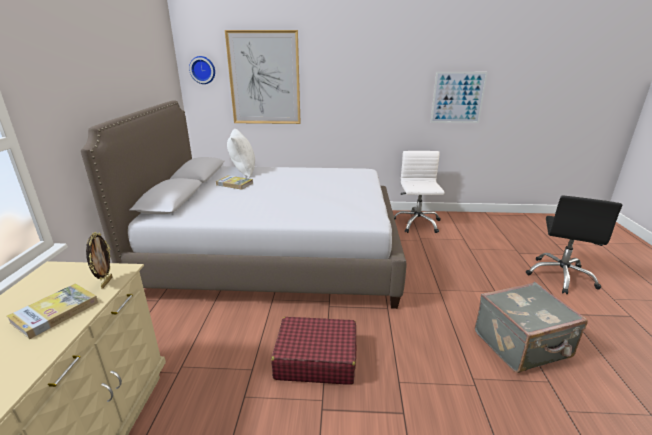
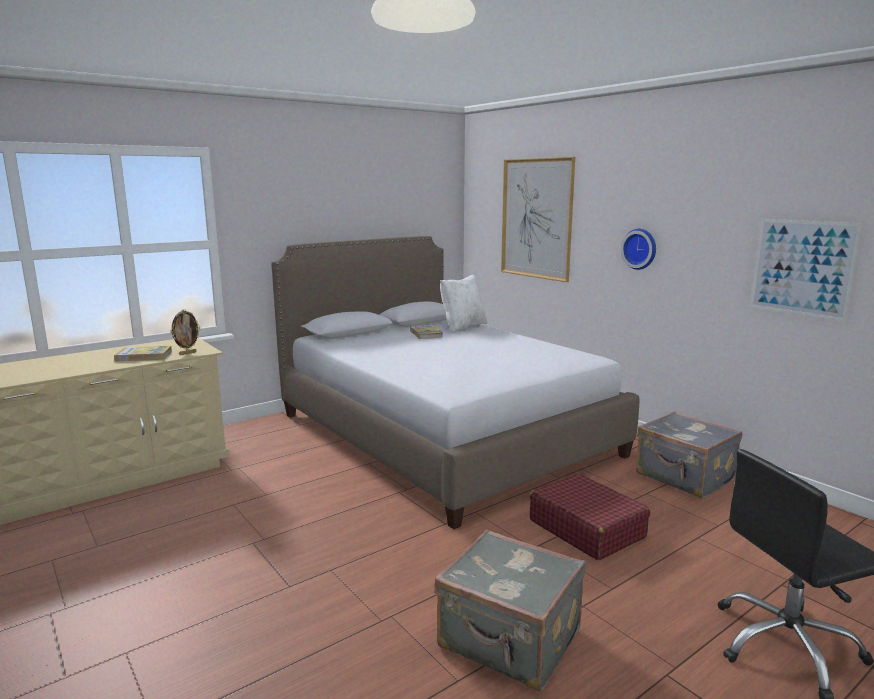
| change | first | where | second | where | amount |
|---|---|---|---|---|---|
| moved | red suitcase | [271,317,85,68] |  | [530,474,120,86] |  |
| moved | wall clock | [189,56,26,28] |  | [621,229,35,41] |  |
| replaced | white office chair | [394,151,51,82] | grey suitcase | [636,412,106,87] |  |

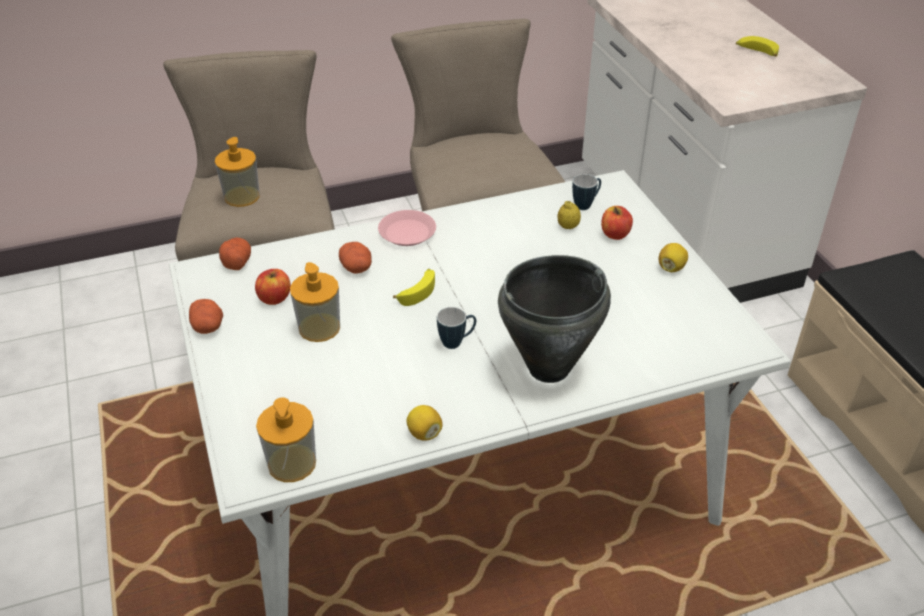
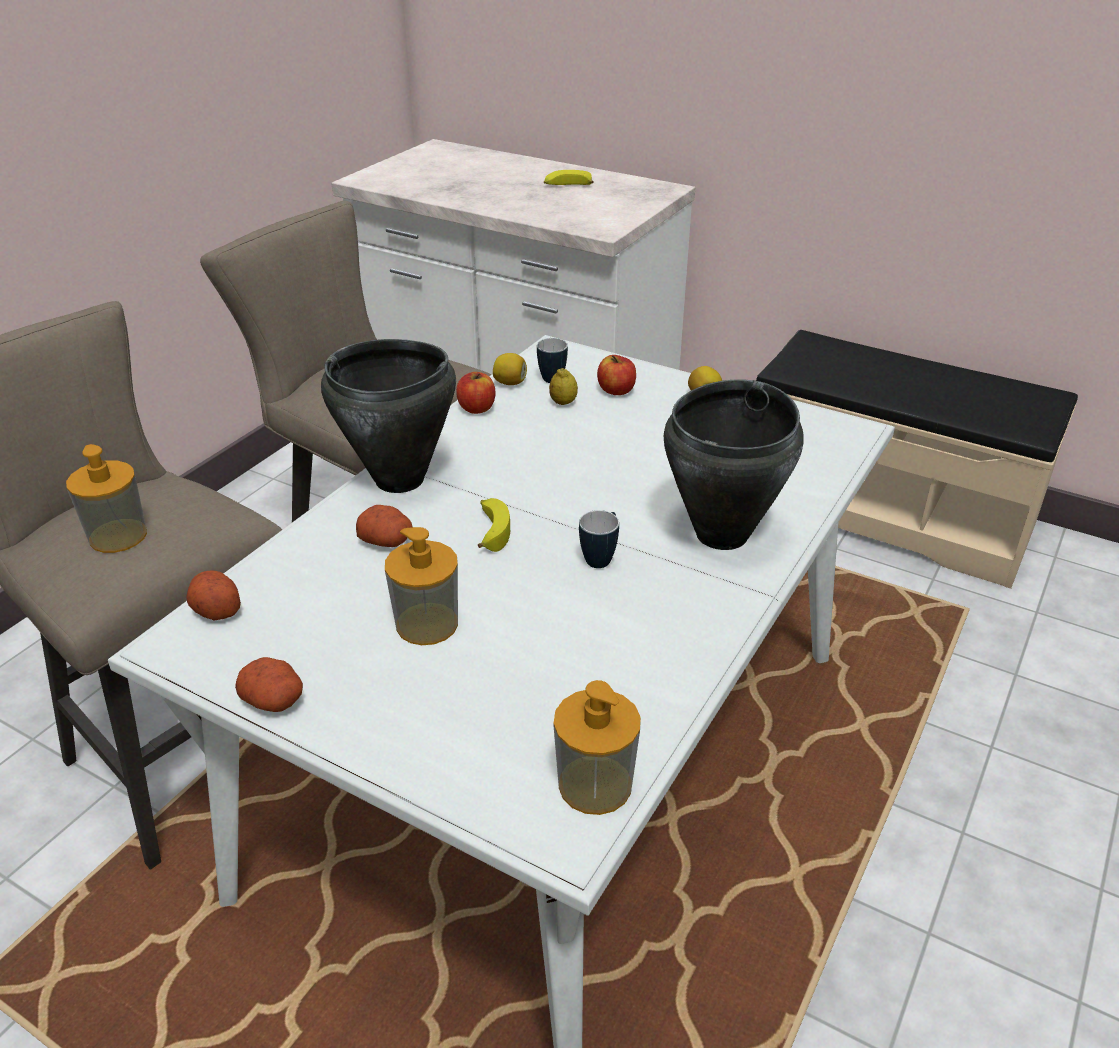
| change | first | where | second | where | amount |
|---|---|---|---|---|---|
| replaced | pink plate | [378,210,58,36] | black cooking pot | [321,339,135,154] |  |
| moved | apple | [255,269,36,36] |  | [456,372,40,42] |  |
| moved | lemon | [407,405,35,36] |  | [493,353,34,32] |  |

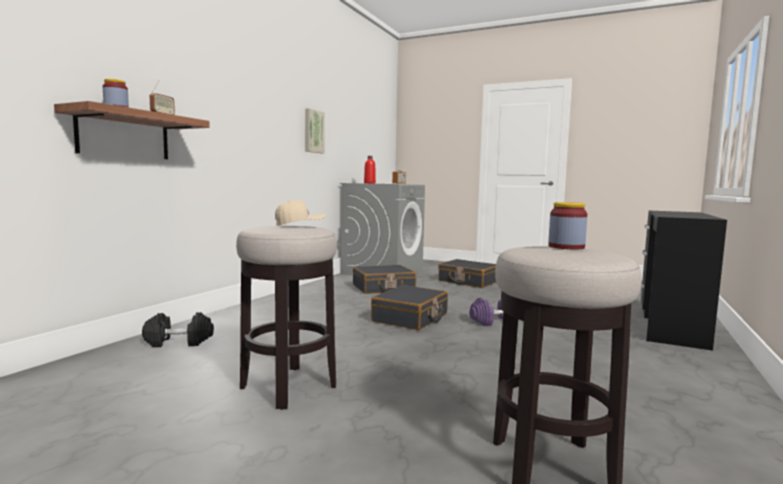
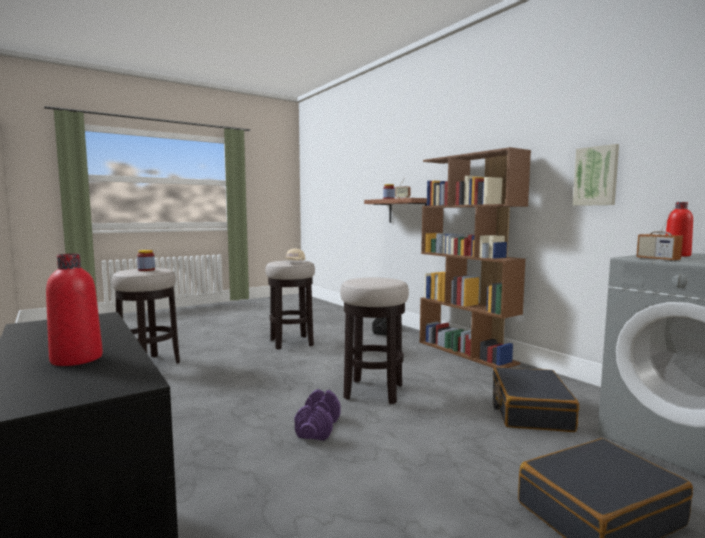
| change | first | where | second | where | amount |
|---|---|---|---|---|---|
| added |  |  | red bottle | [46,254,57,112] |  |
| replaced | black suitcase | [371,285,77,45] | stool | [340,278,69,126] |  |
| added |  |  | brown bookcase | [420,147,111,221] |  |

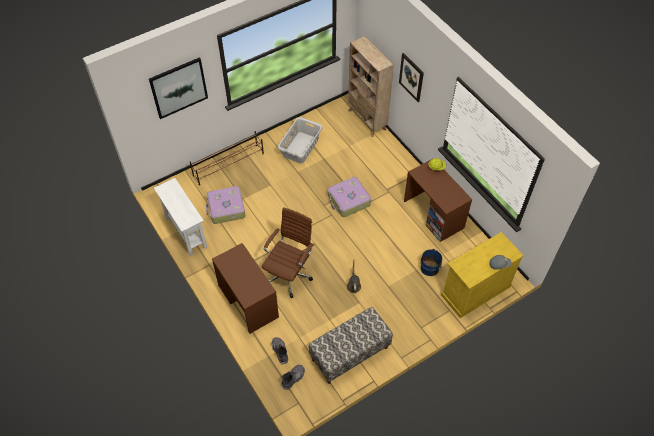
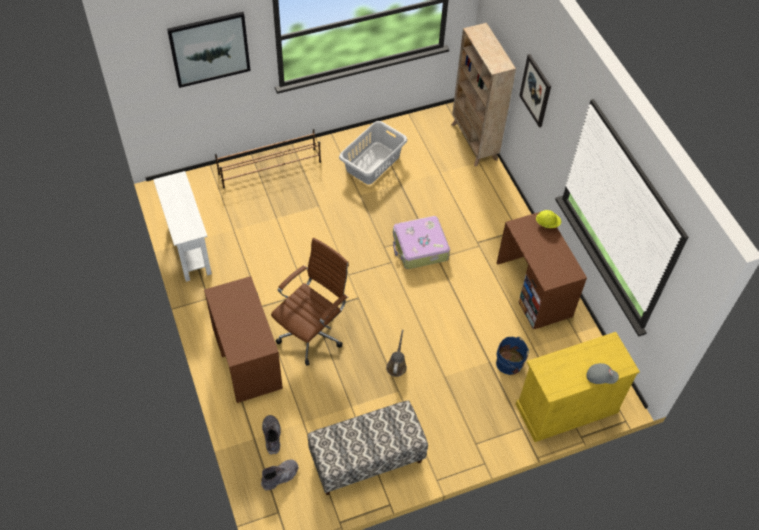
| change | first | where | second | where | amount |
|---|---|---|---|---|---|
| removed | suitcase | [206,186,40,38] |  |  |  |

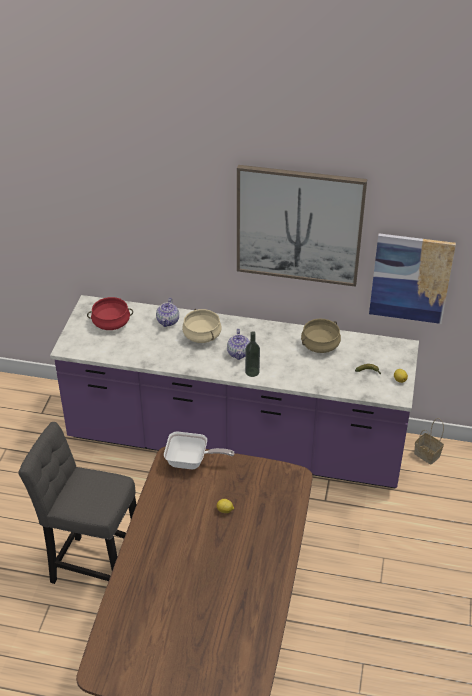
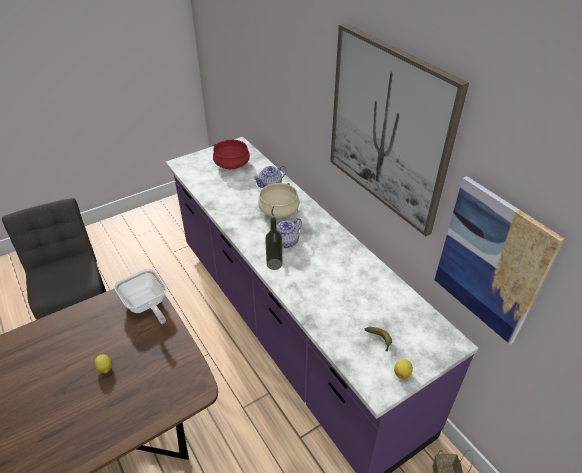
| change | first | where | second | where | amount |
|---|---|---|---|---|---|
| removed | beige cooking pot | [301,318,40,35] |  |  |  |

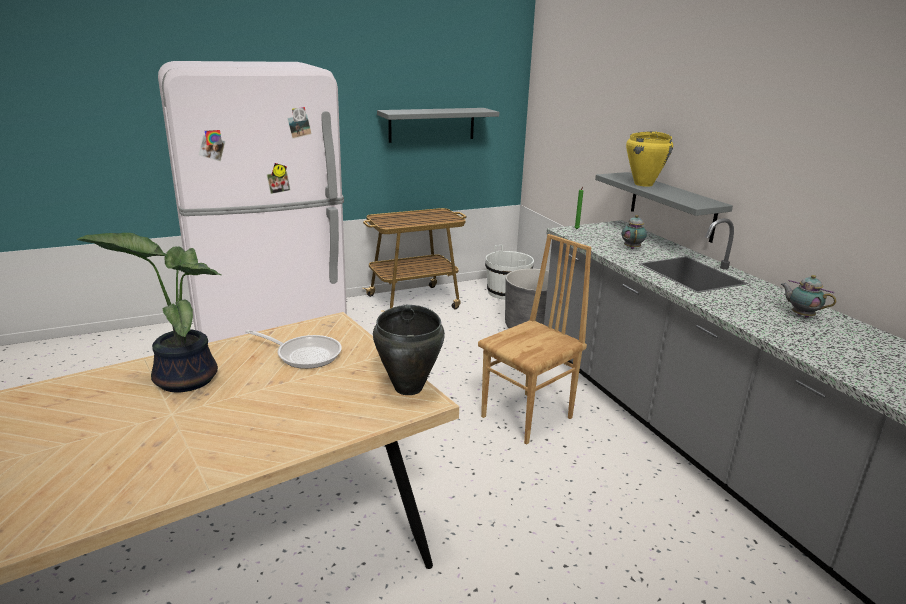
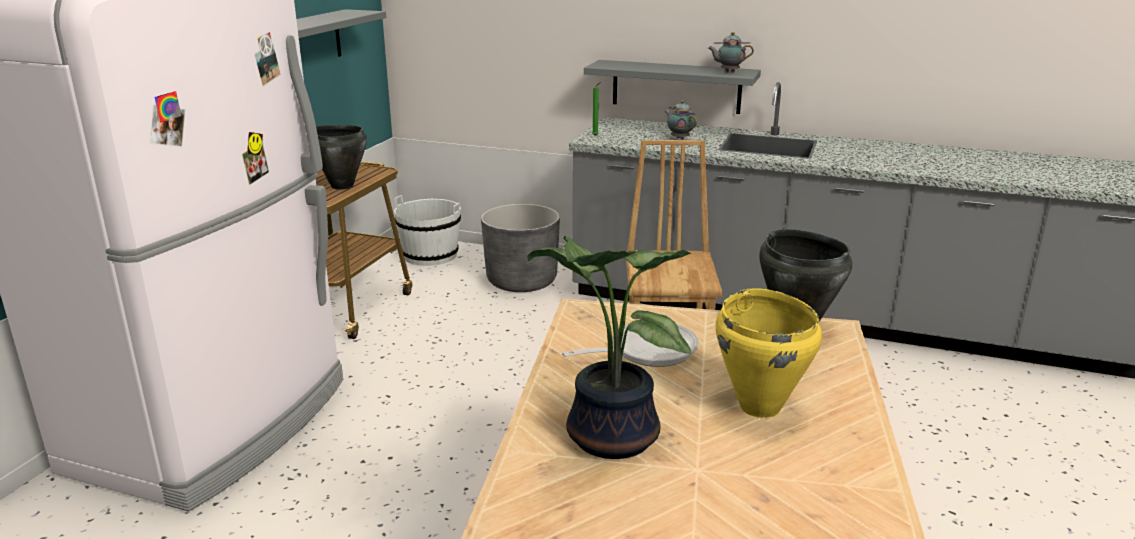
| change | first | where | second | where | amount |
|---|---|---|---|---|---|
| added |  |  | black cooking pot | [316,125,51,65] |  |
| moved | teapot | [781,275,55,43] |  | [708,32,46,40] |  |
| moved | yellow cooking pot | [626,131,47,56] |  | [716,288,106,130] |  |

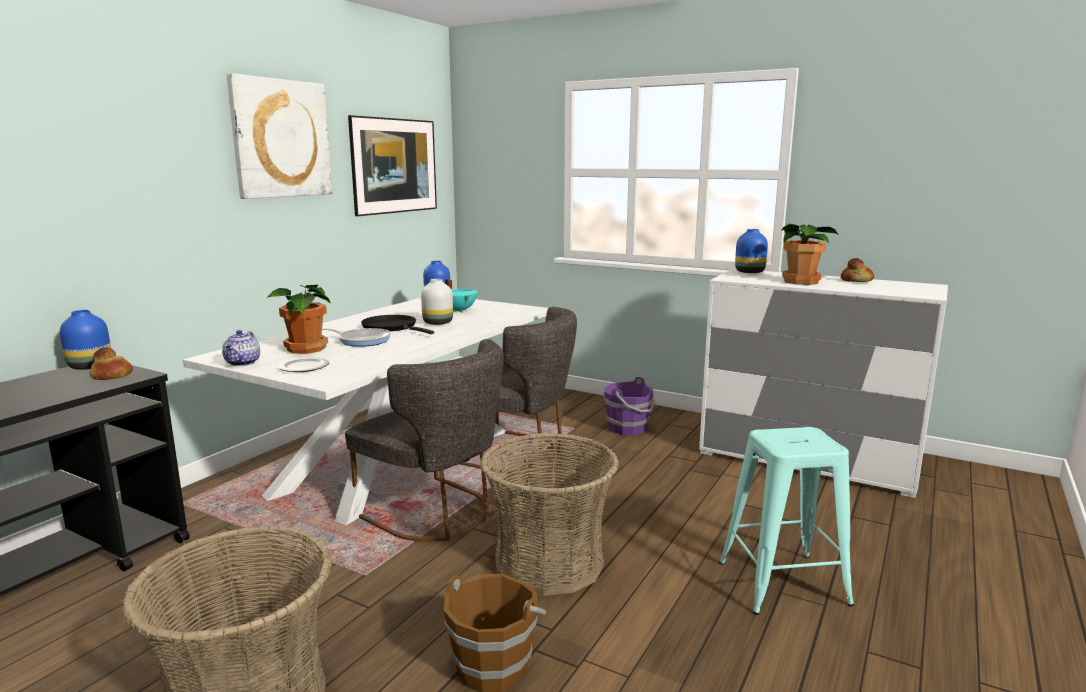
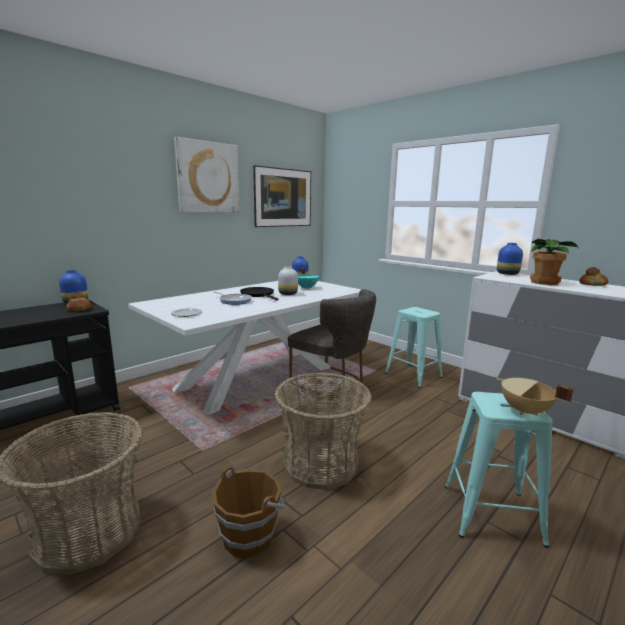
| change | first | where | second | where | amount |
|---|---|---|---|---|---|
| replaced | purple bucket | [604,377,51,59] | turquoise stool | [385,307,58,81] |  |
| added |  |  | beige cooking pot | [497,378,77,38] |  |
| removed | teapot | [222,330,38,36] |  |  |  |
| removed | potted plant | [266,285,64,69] |  |  |  |
| removed | grey chair | [345,339,159,203] |  |  |  |

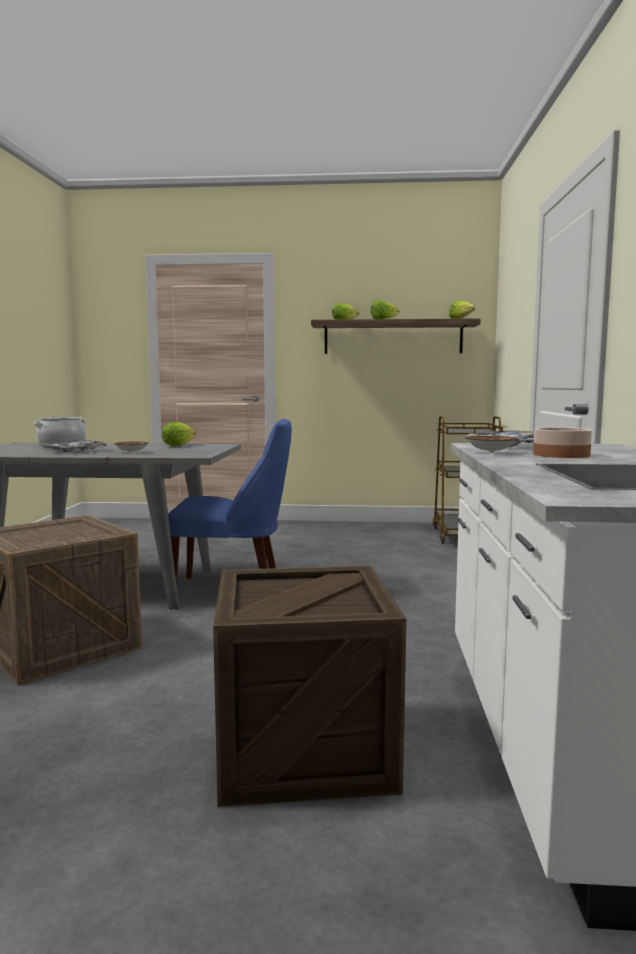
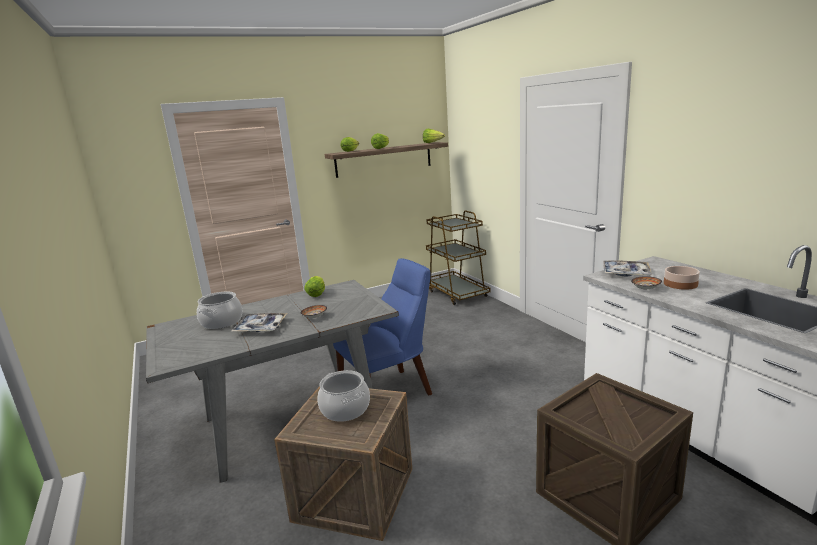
| change | first | where | second | where | amount |
|---|---|---|---|---|---|
| added |  |  | cooking pot | [318,370,52,52] |  |

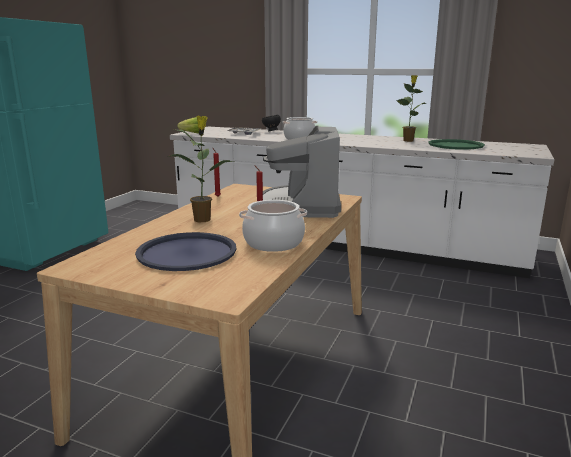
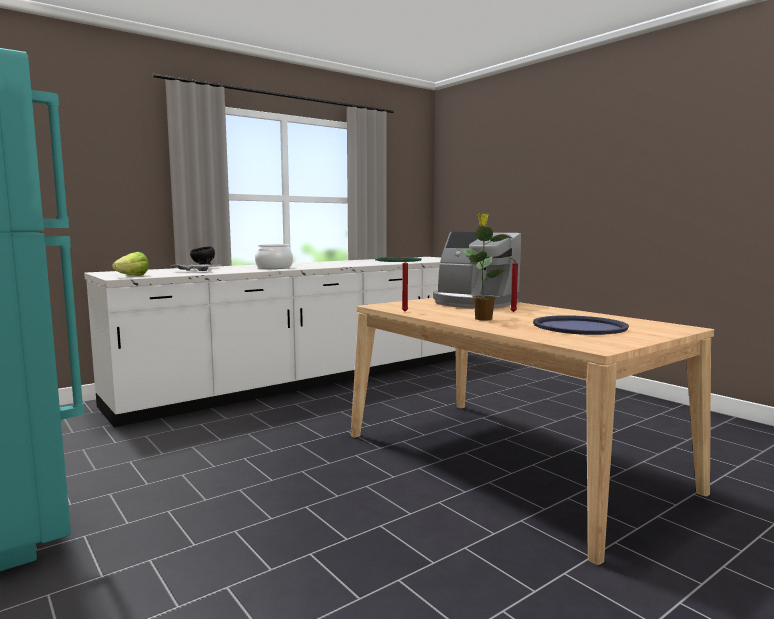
| change | first | where | second | where | amount |
|---|---|---|---|---|---|
| removed | cooking pot | [239,200,68,52] |  |  |  |
| removed | potted plant | [396,75,31,67] |  |  |  |

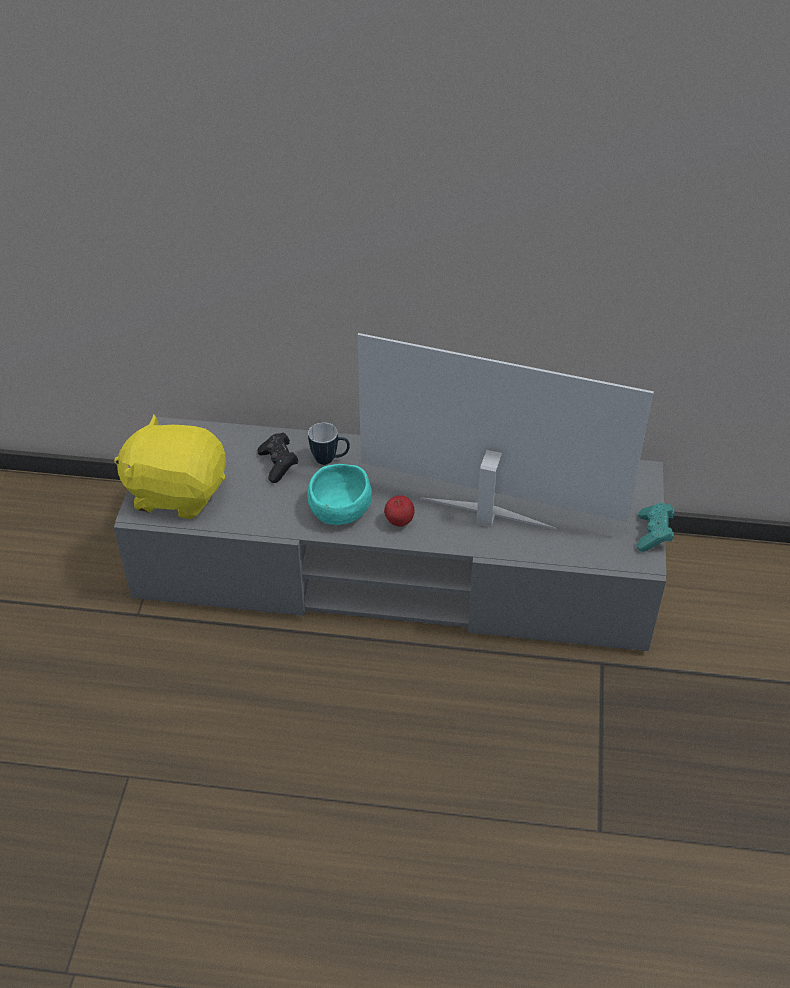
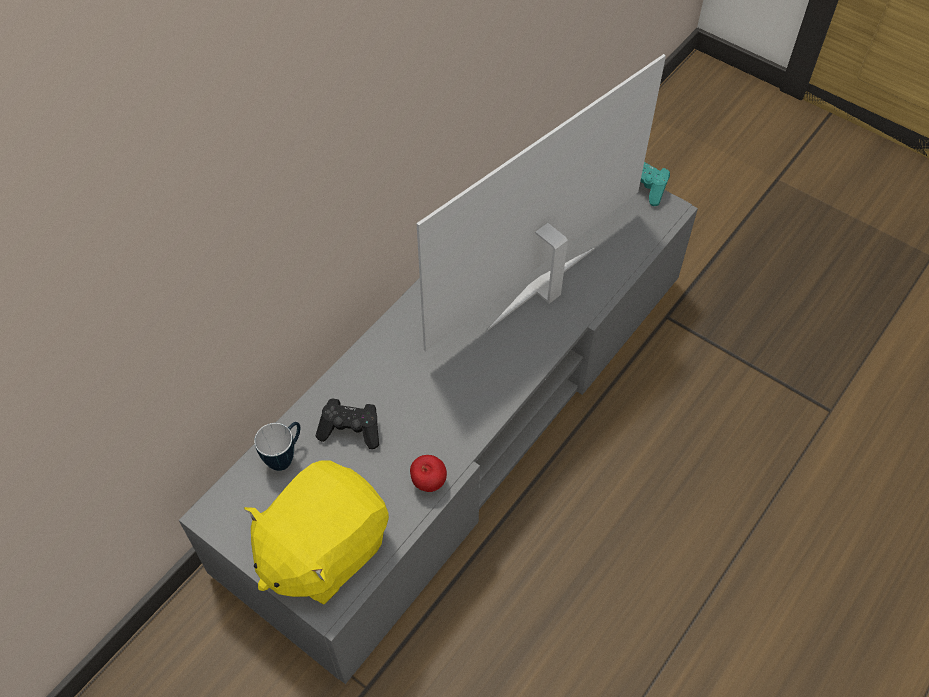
| change | first | where | second | where | amount |
|---|---|---|---|---|---|
| moved | mug | [308,422,42,43] |  | [254,422,46,49] |  |
| moved | apple | [384,495,30,32] |  | [410,455,37,37] |  |
| removed | turquoise bowl | [307,464,65,61] |  |  |  |

